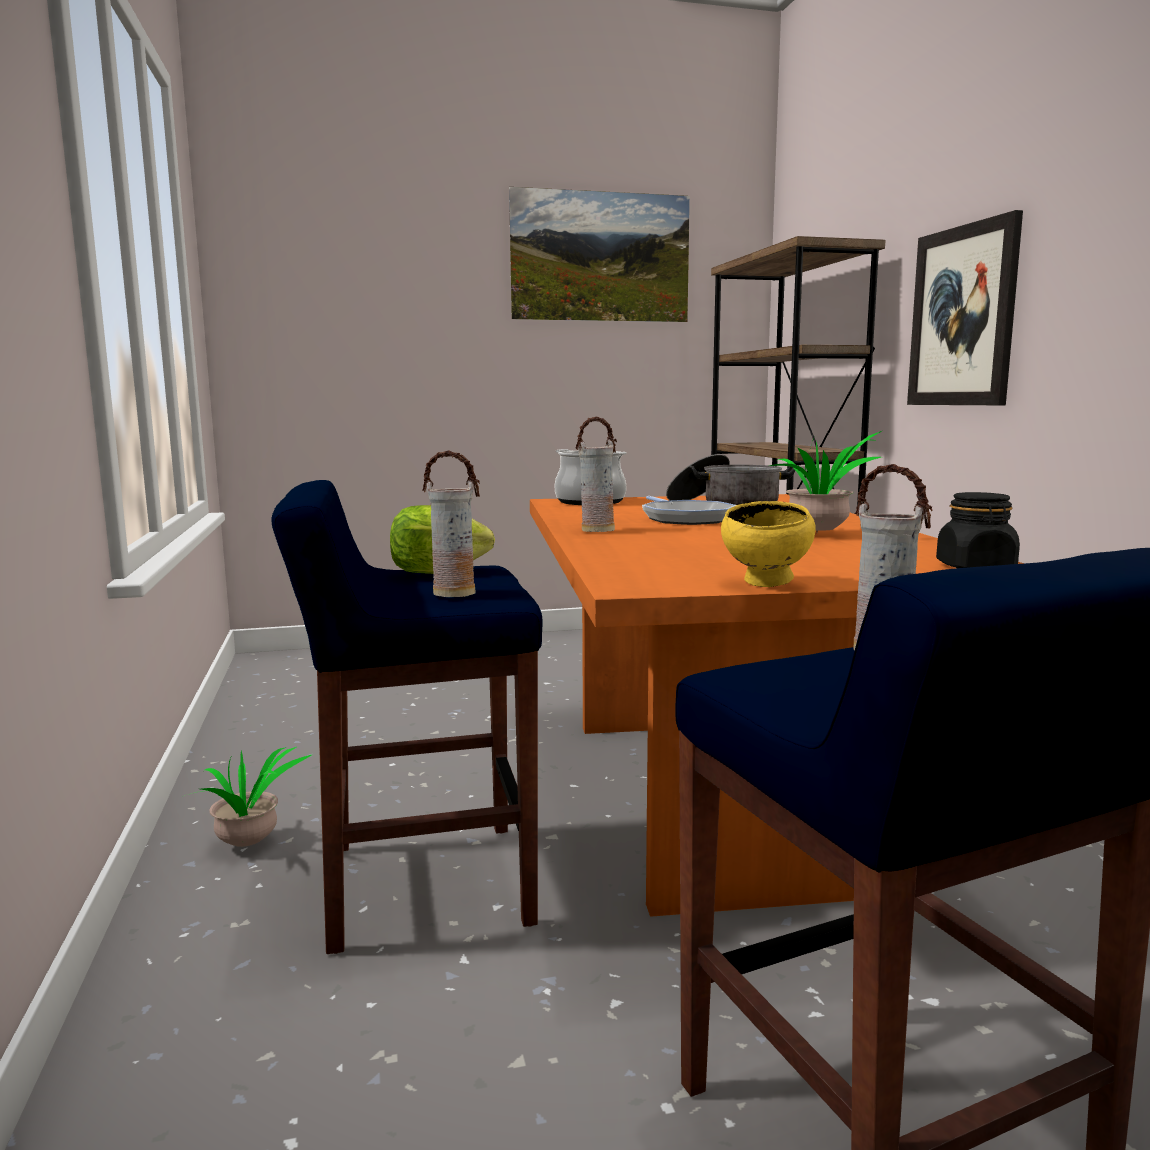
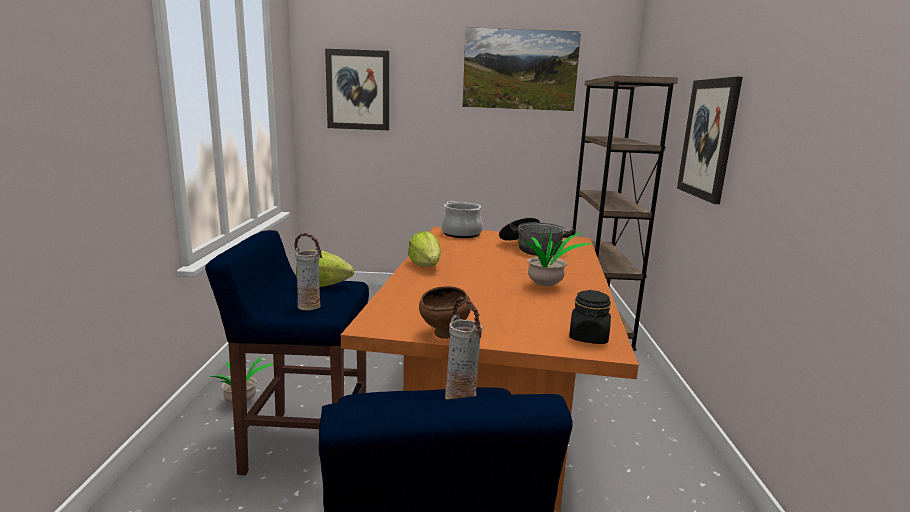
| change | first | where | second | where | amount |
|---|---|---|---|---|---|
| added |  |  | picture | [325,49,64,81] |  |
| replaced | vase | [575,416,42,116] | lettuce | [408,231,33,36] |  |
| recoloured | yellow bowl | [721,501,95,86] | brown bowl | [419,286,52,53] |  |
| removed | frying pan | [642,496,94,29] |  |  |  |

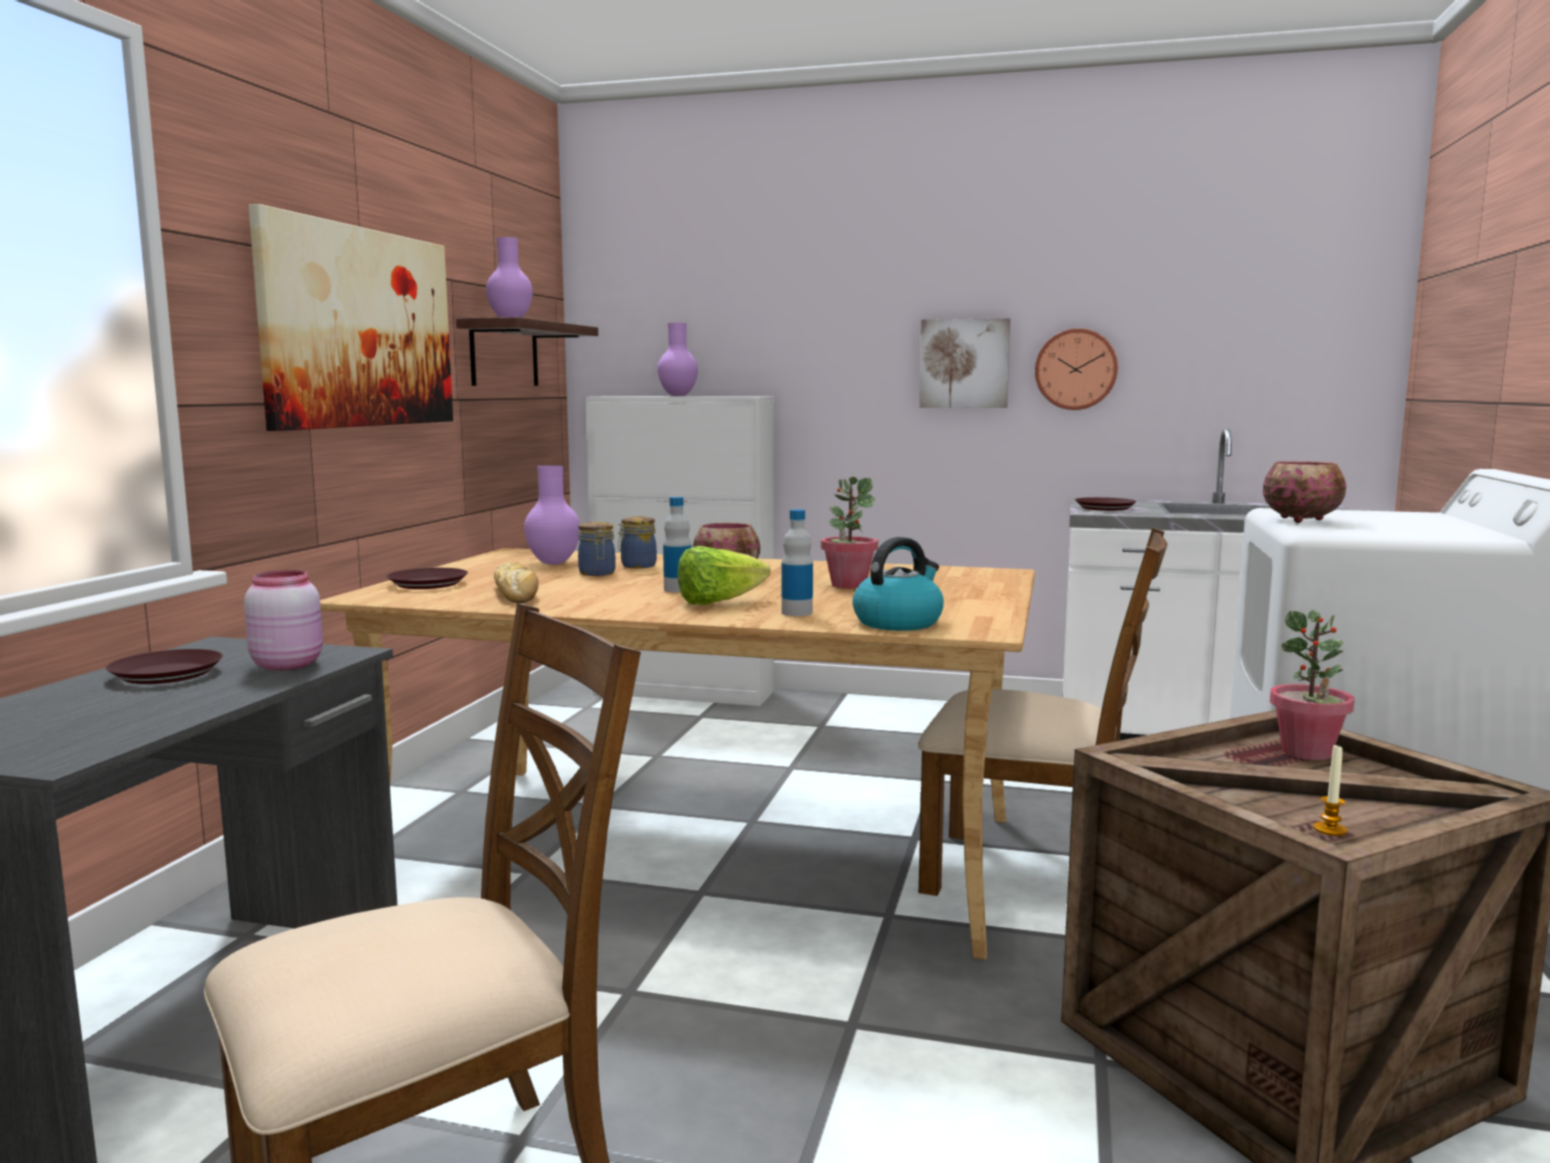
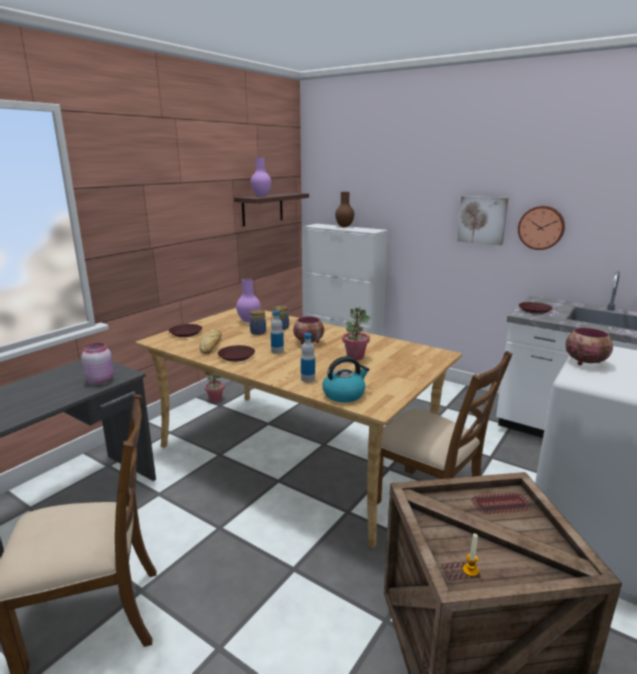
| change | first | where | second | where | amount |
|---|---|---|---|---|---|
| moved | potted plant | [1270,610,84,150] |  | [204,372,21,30] |  |
| moved | brown plate | [106,649,117,35] |  | [218,345,37,17] |  |
| recoloured | purple vase | [658,323,40,73] | brown vase | [335,192,19,35] |  |
| removed | picture | [248,204,205,227] |  |  |  |
| removed | lettuce | [678,546,93,59] |  |  |  |

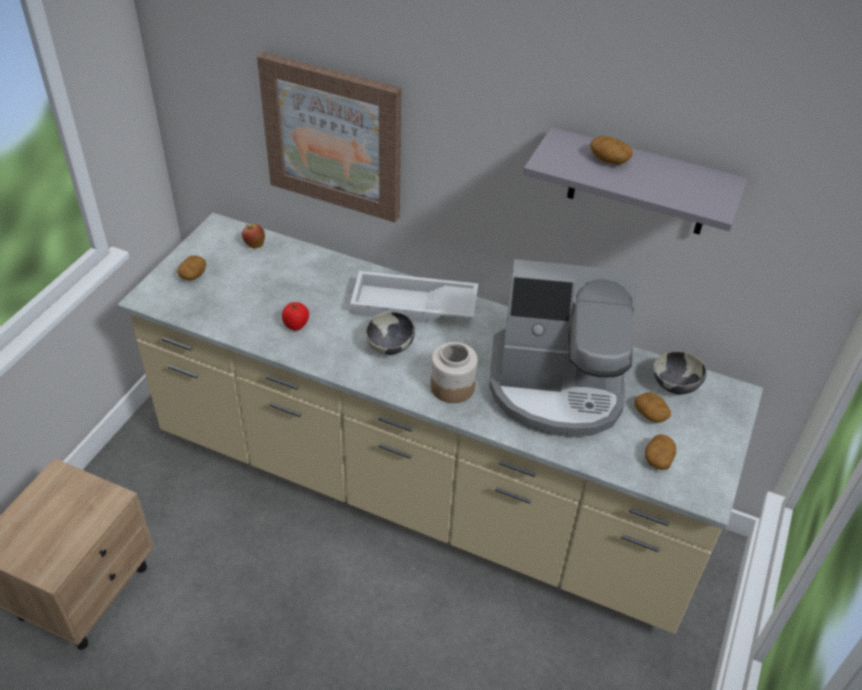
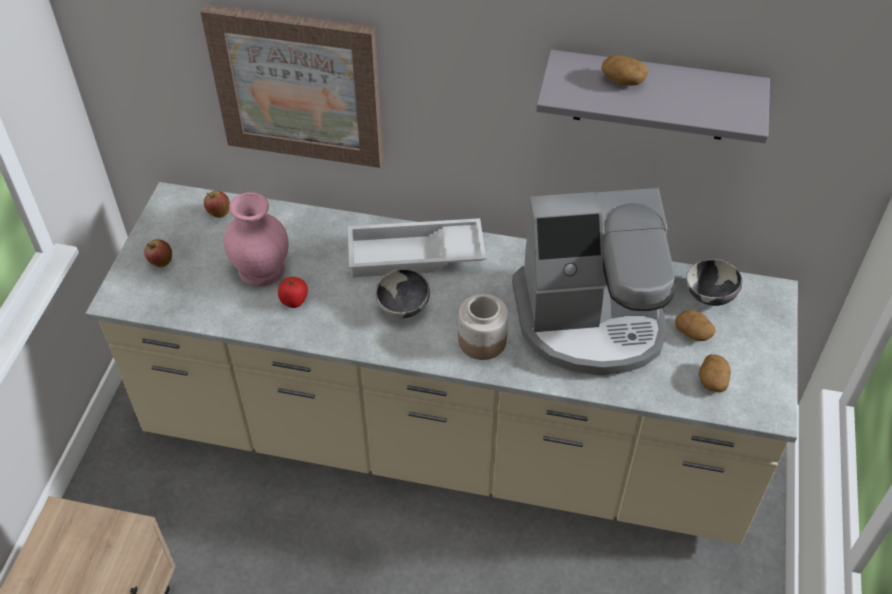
| change | first | where | second | where | amount |
|---|---|---|---|---|---|
| replaced | potato | [177,255,29,25] | apple | [144,239,28,28] |  |
| added |  |  | pink vase | [224,192,64,95] |  |

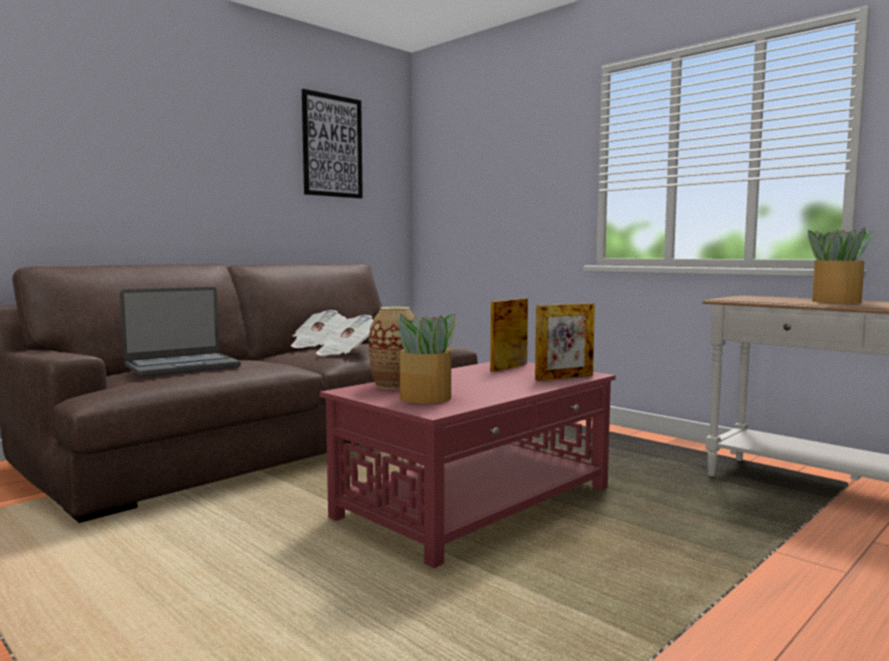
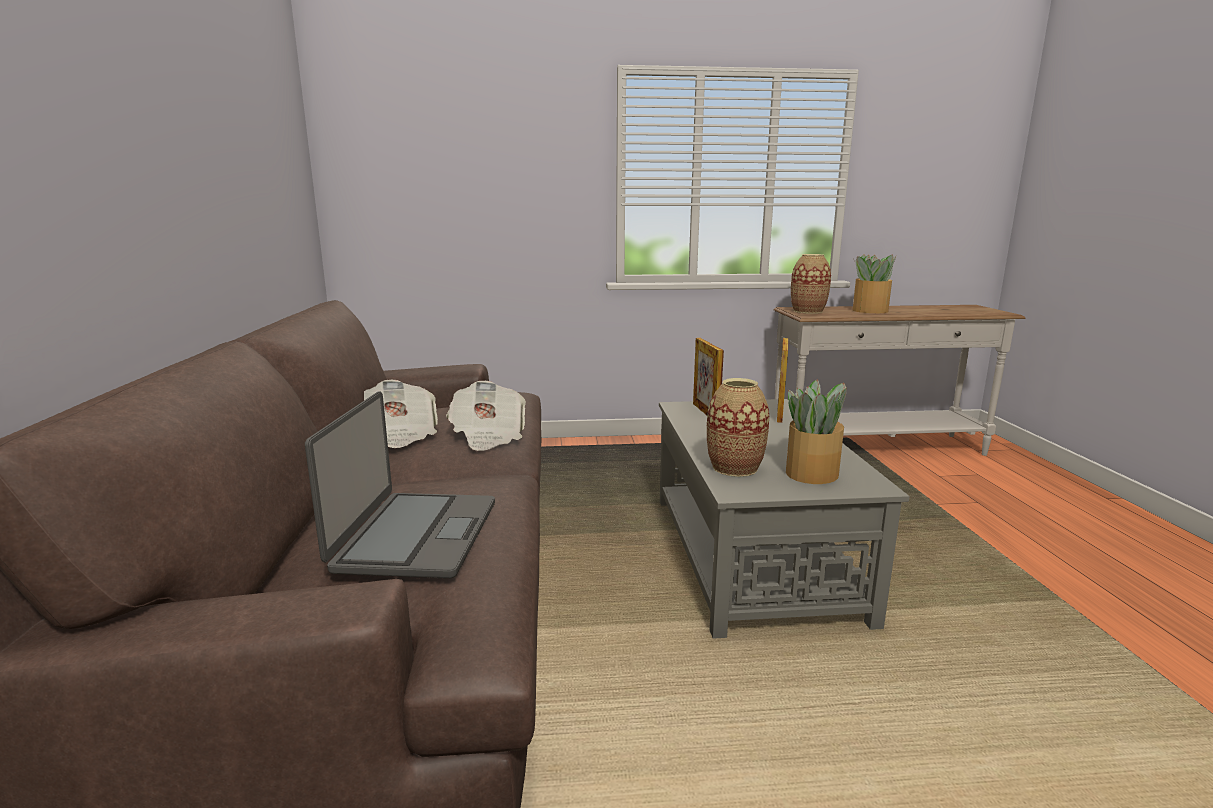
| change | first | where | second | where | amount |
|---|---|---|---|---|---|
| recoloured | red coffee table | [320,362,296,206] | grey coffee table | [659,399,251,240] |  |
| added |  |  | vase | [791,254,40,60] |  |
| removed | picture | [302,89,61,110] |  |  |  |

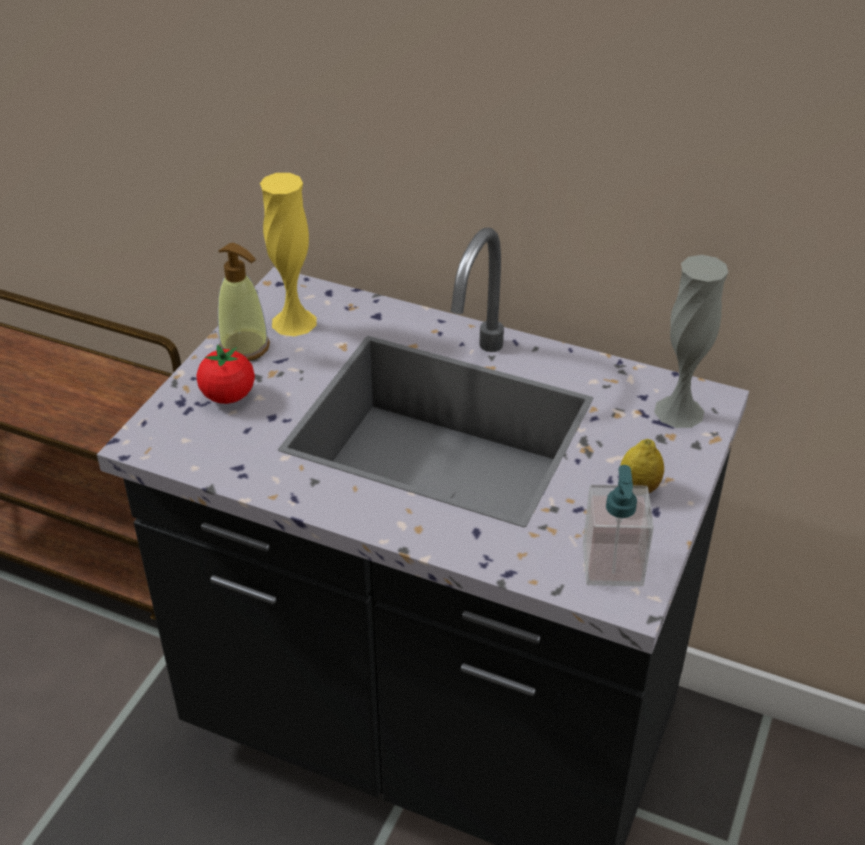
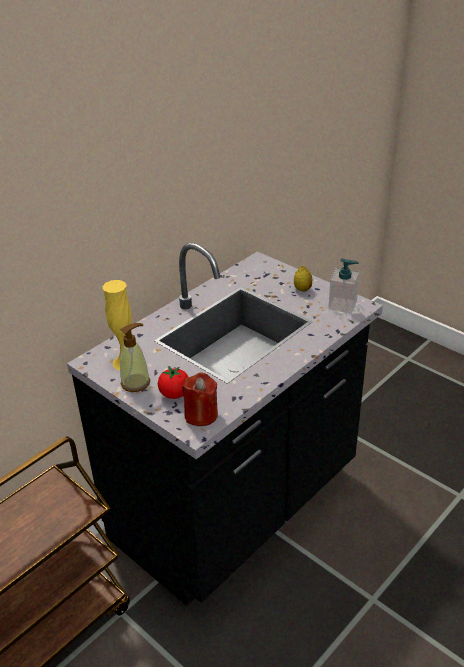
| change | first | where | second | where | amount |
|---|---|---|---|---|---|
| added |  |  | red candle | [182,372,36,54] |  |
| removed | grey vase | [654,255,74,173] |  |  |  |

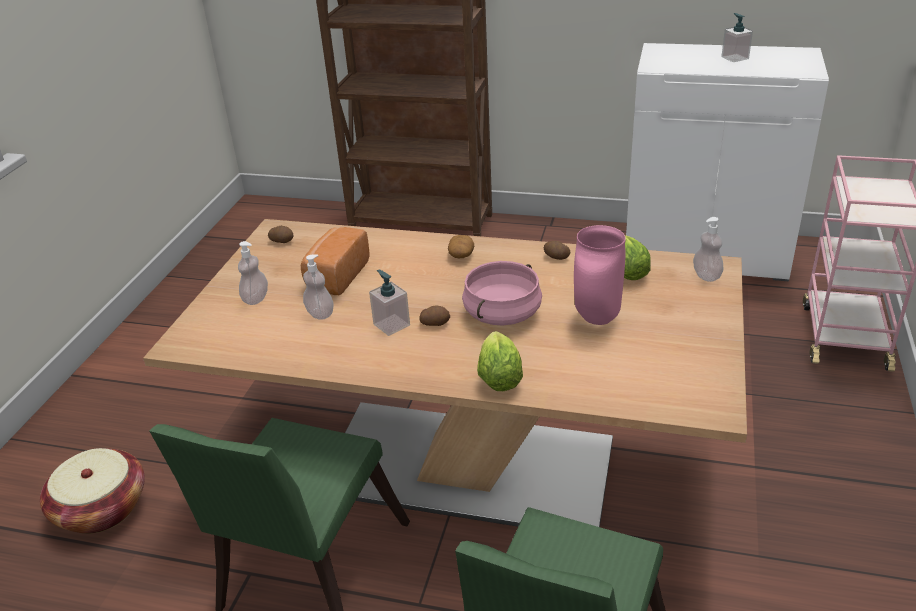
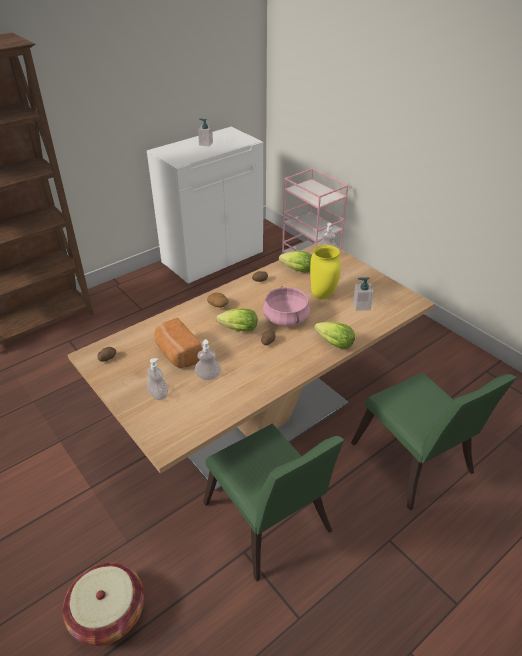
| change | first | where | second | where | amount |
|---|---|---|---|---|---|
| added |  |  | lettuce | [216,308,41,24] |  |
| recoloured | pink vase | [574,225,52,100] | yellow vase | [310,245,31,55] |  |
| moved | soap dispenser | [369,269,41,67] |  | [353,277,21,34] |  |

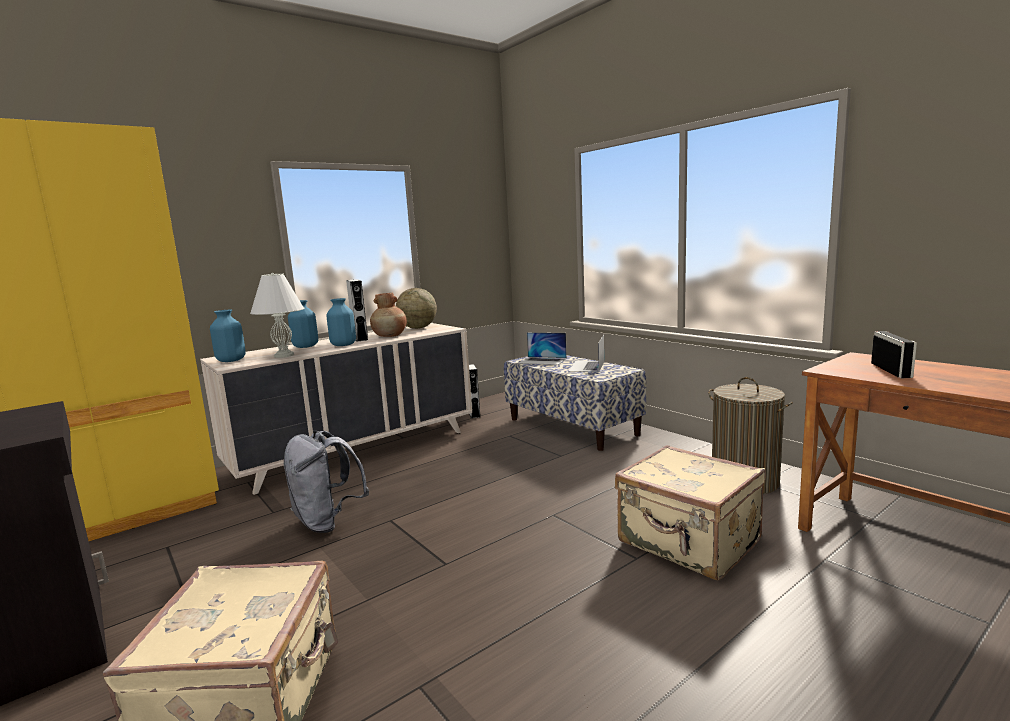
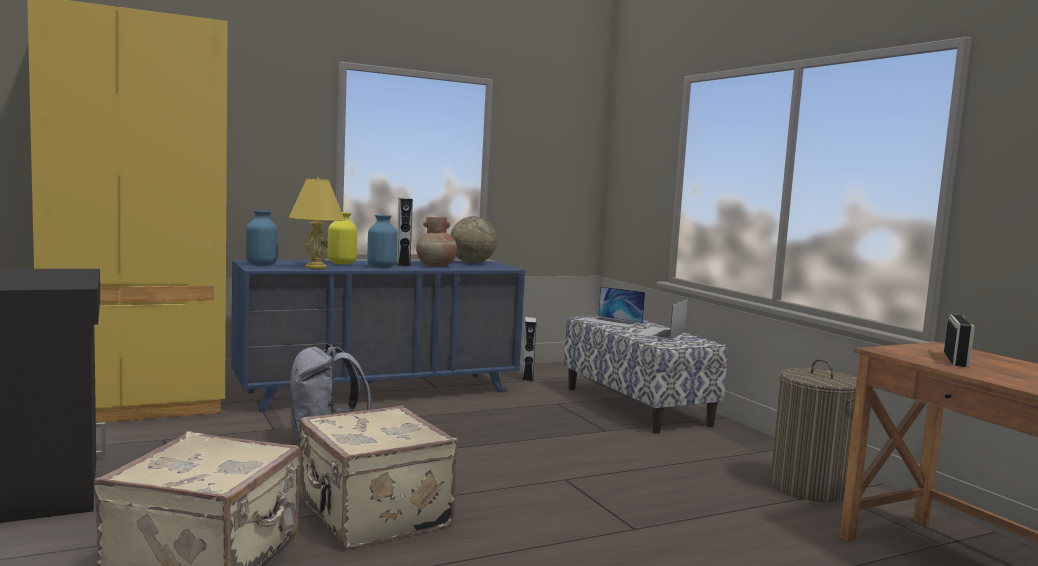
| change | first | where | second | where | amount |
|---|---|---|---|---|---|
| recoloured | beige dresser | [200,323,272,172] | blue dresser | [231,260,294,152] |  |
| recoloured | white table lamp | [250,273,55,85] | yellow table lamp | [289,177,56,92] |  |
| moved | beige suitcase | [615,445,151,136] |  | [299,406,159,143] |  |
| recoloured | blue vase | [288,300,30,48] | yellow vase | [328,212,29,52] |  |

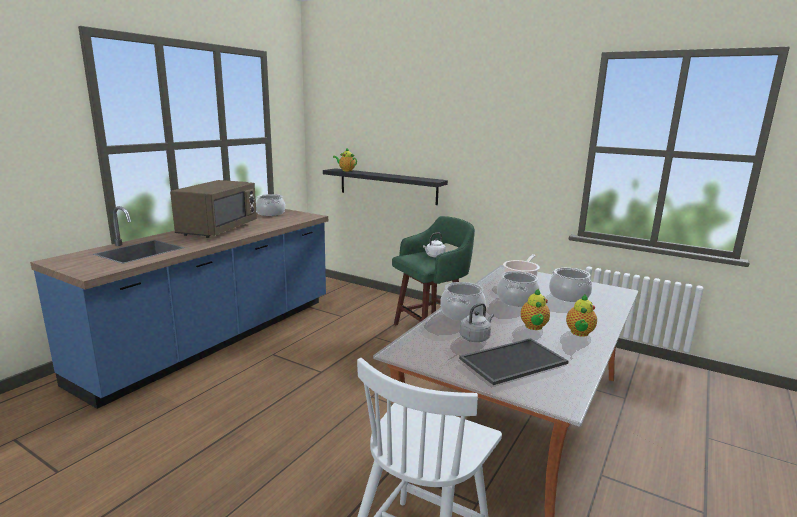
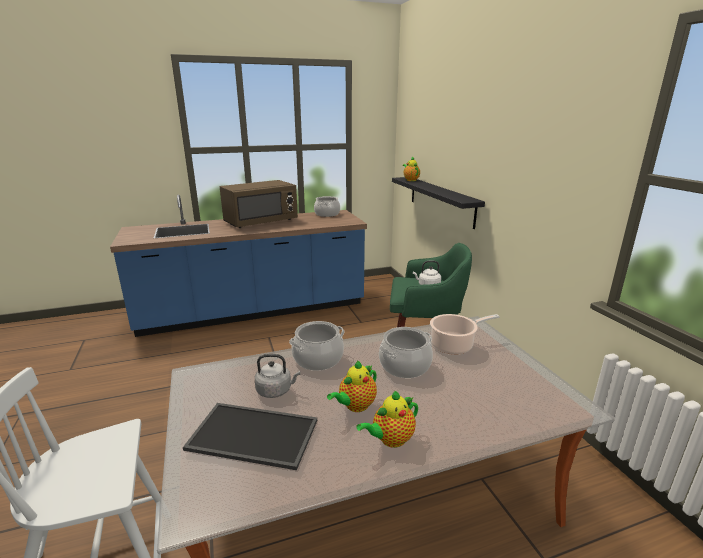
| change | first | where | second | where | amount |
|---|---|---|---|---|---|
| removed | cooking pot | [549,268,43,34] |  |  |  |

